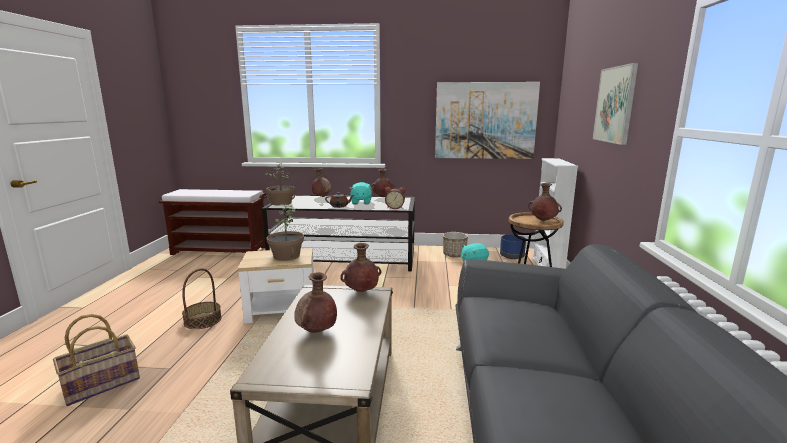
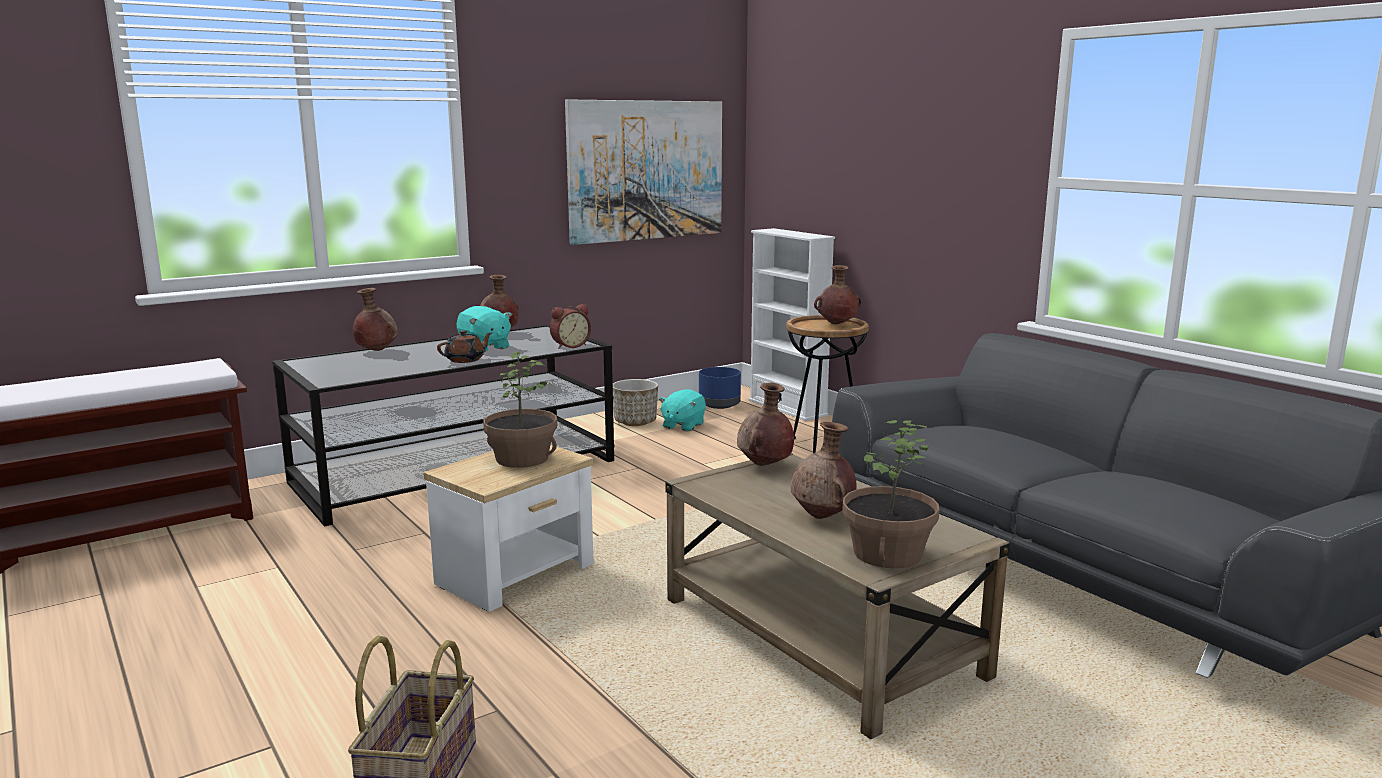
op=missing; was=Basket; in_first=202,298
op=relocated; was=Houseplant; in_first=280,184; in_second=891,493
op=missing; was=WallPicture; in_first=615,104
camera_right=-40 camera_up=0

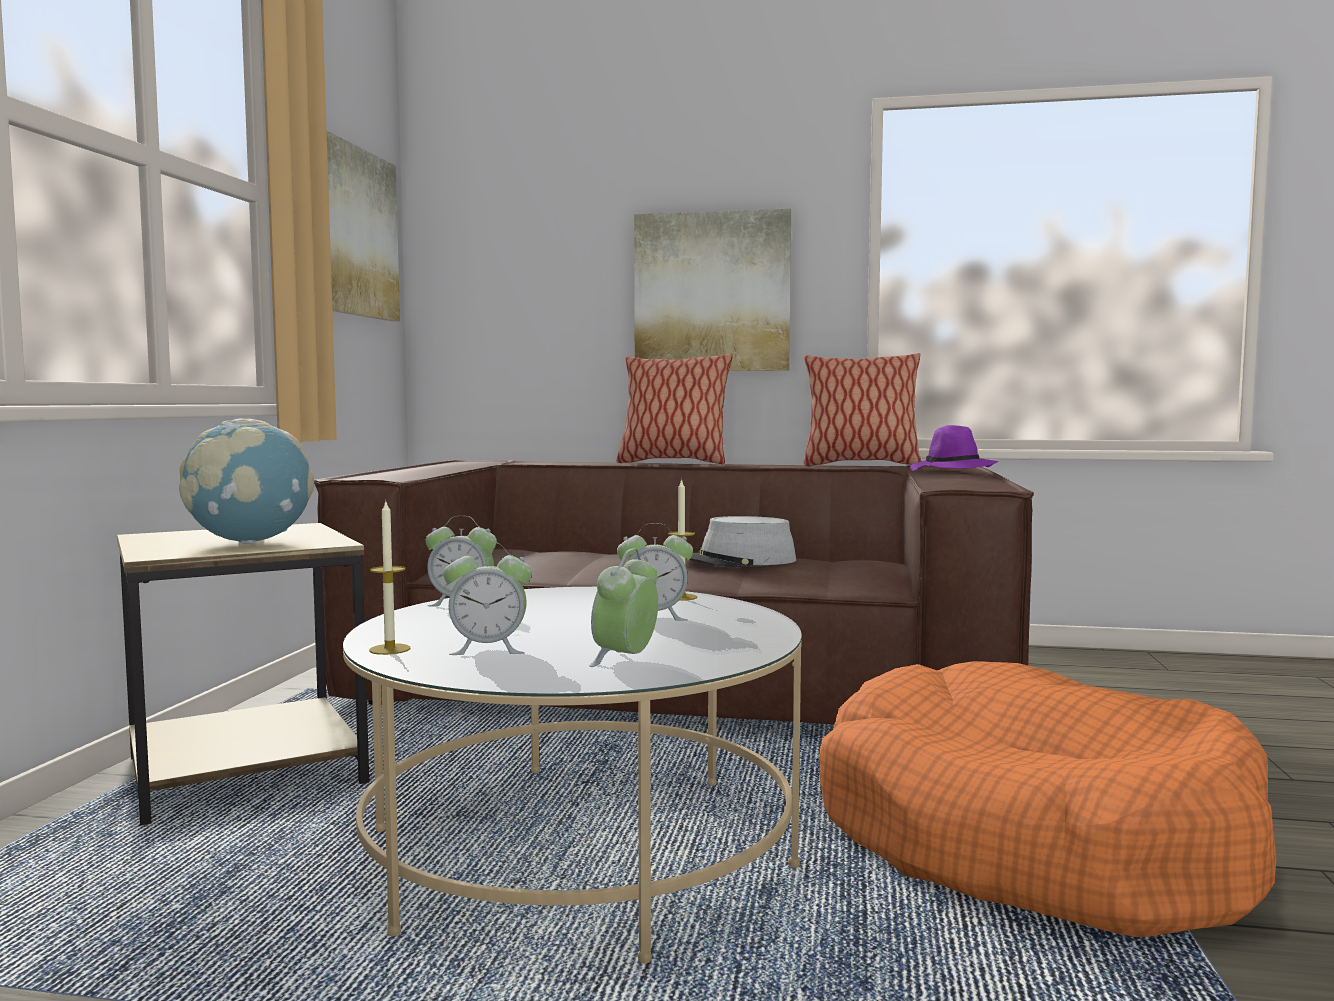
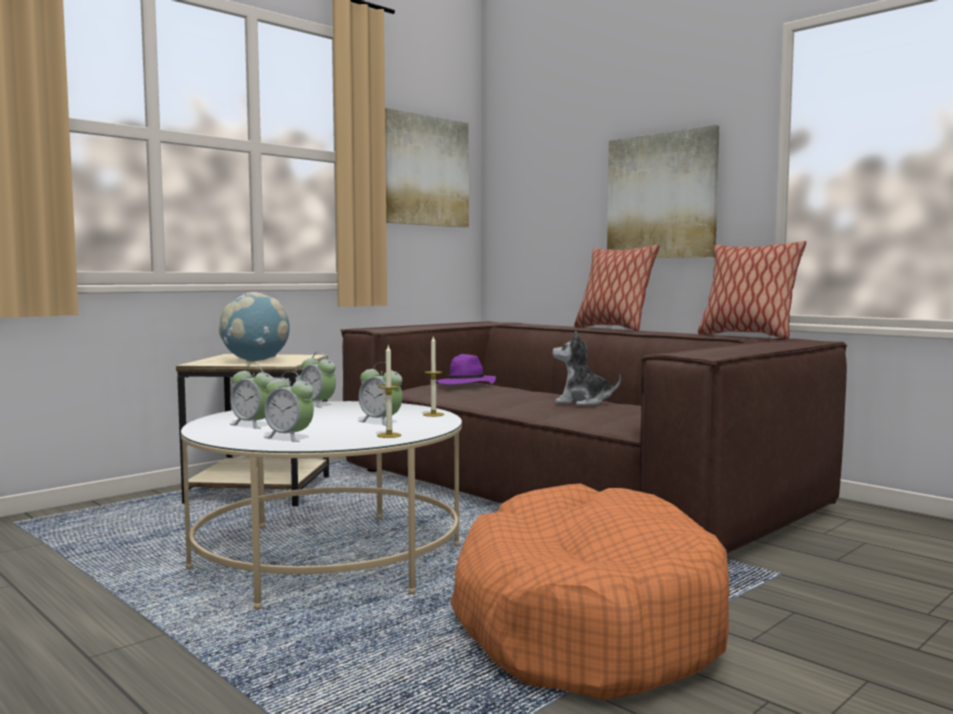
op=relocated; was=Candle; in_first=390,577; in_second=389,392
op=spun; was=BedsideClock; in_first=624,607; in_second=289,406; clockwise=-120
op=exchanged; was=GreyHat; now=SoftToy; in_first=740,542; in_second=587,368
op=relocated; was=PurpleHat; in_first=954,448; in_second=466,369
camera_right=35 camera_up=0

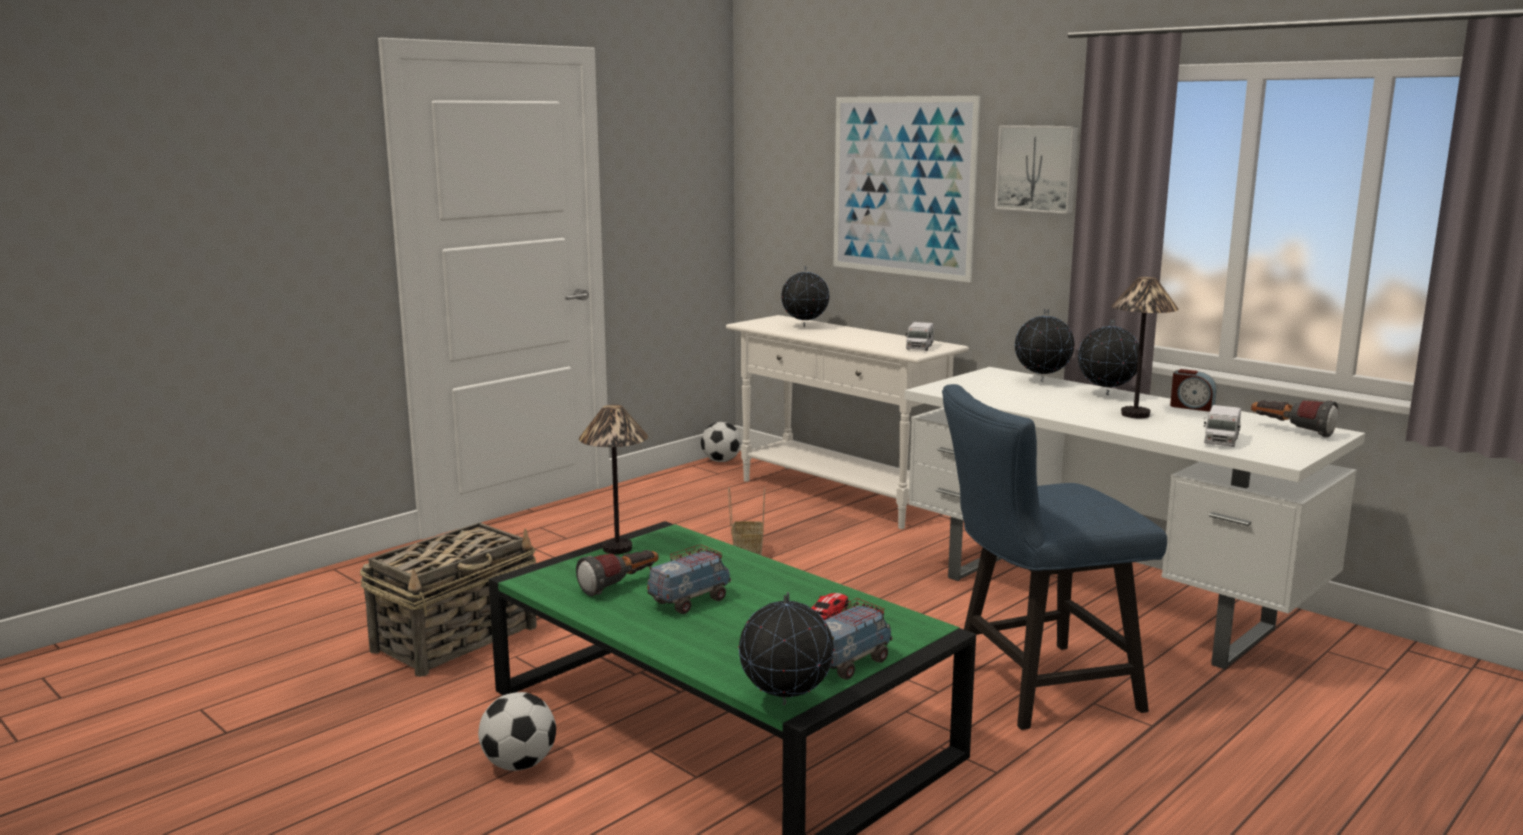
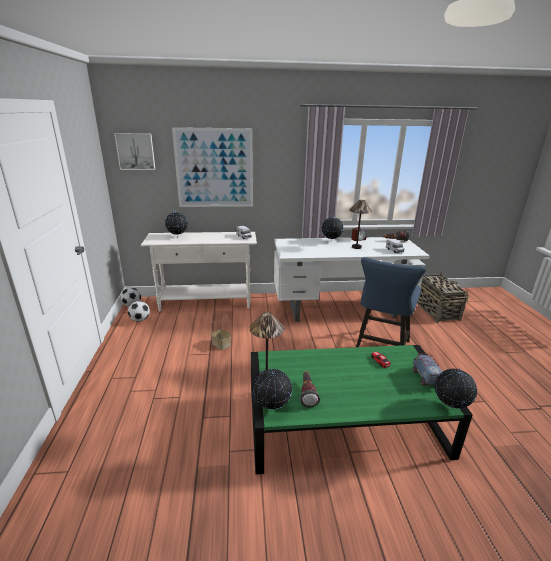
op=relocated; was=Basket; in_first=448,599; in_second=443,297
op=relocated; was=FootballBall; in_first=517,731; in_second=139,311
op=missing; was=ModelTruck; in_first=689,579
op=relocated; was=WallPicture; in_first=1037,169; in_second=134,151
op=relocated; was=Globe; in_first=1045,345; in_second=272,389
camera_right=-50 camera_up=10

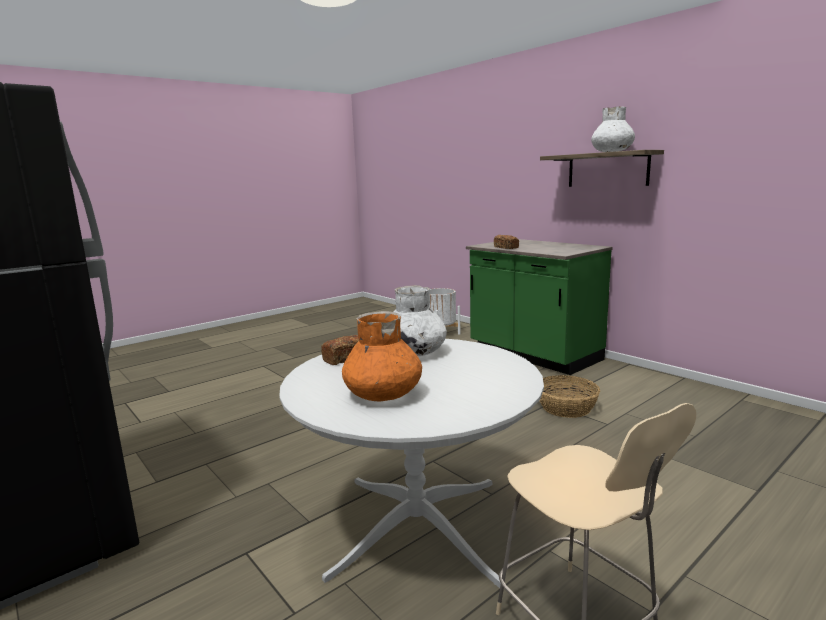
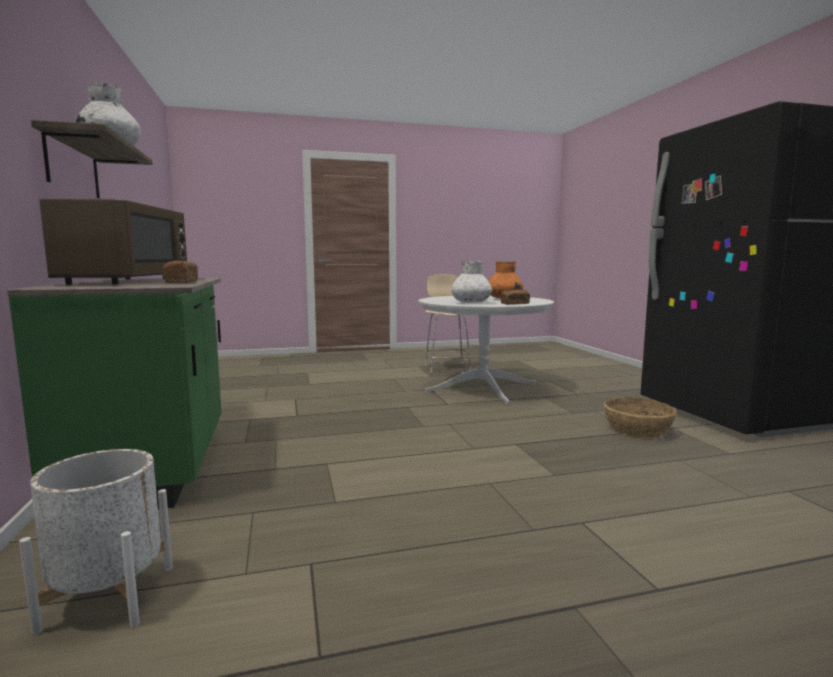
op=relocated; was=Basket; in_first=569,396; in_second=640,418
op=appeared; now=BrownColouredKitchenMicrowave; in_second=113,241
camera_right=-155 camera_up=-5

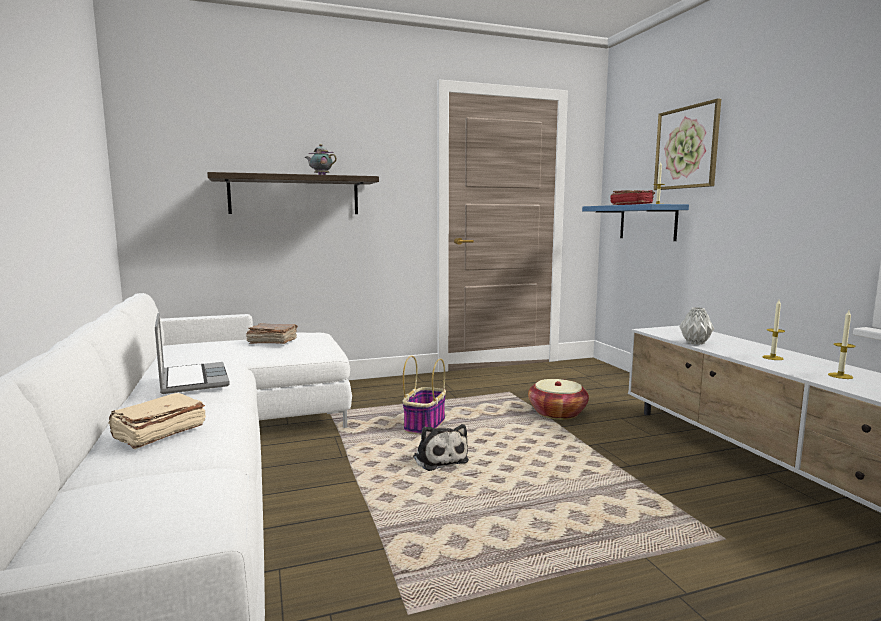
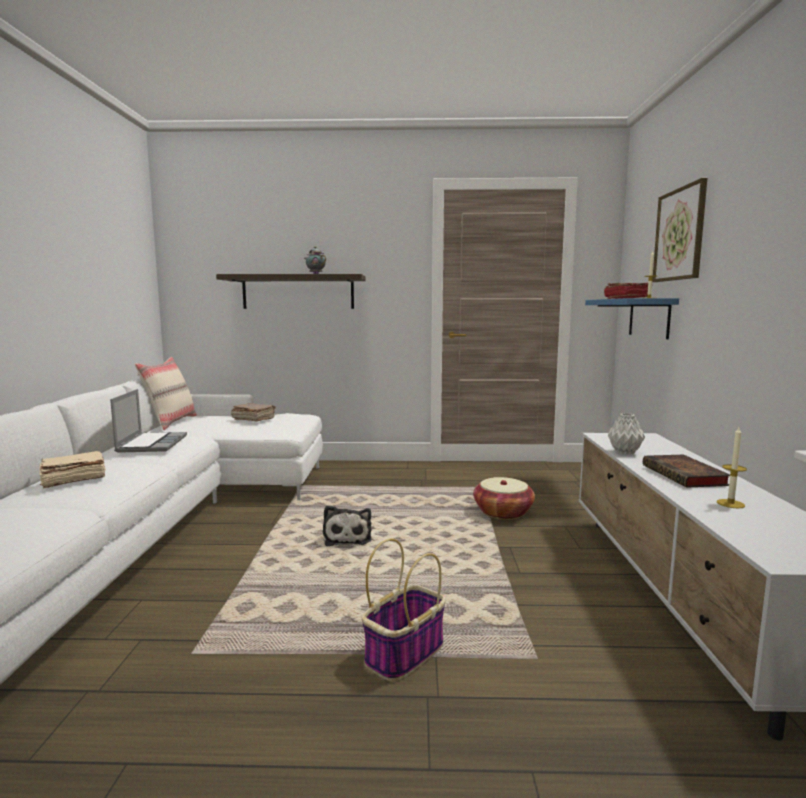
op=relocated; was=Basket; in_first=424,395; in_second=404,609
op=exchanged; was=Candle; now=Book; in_first=773,330; in_second=686,471
op=appeared; now=BeigePillow; in_second=166,393
camera_right=20 camera_up=0

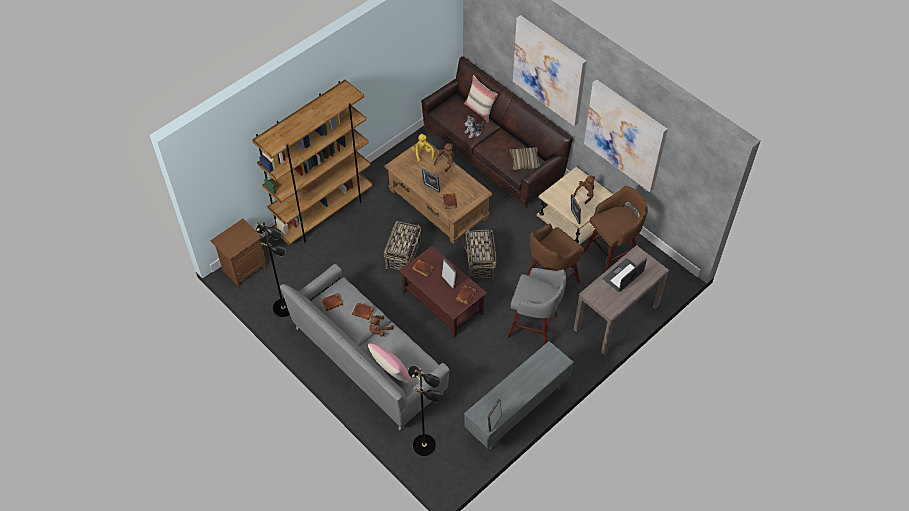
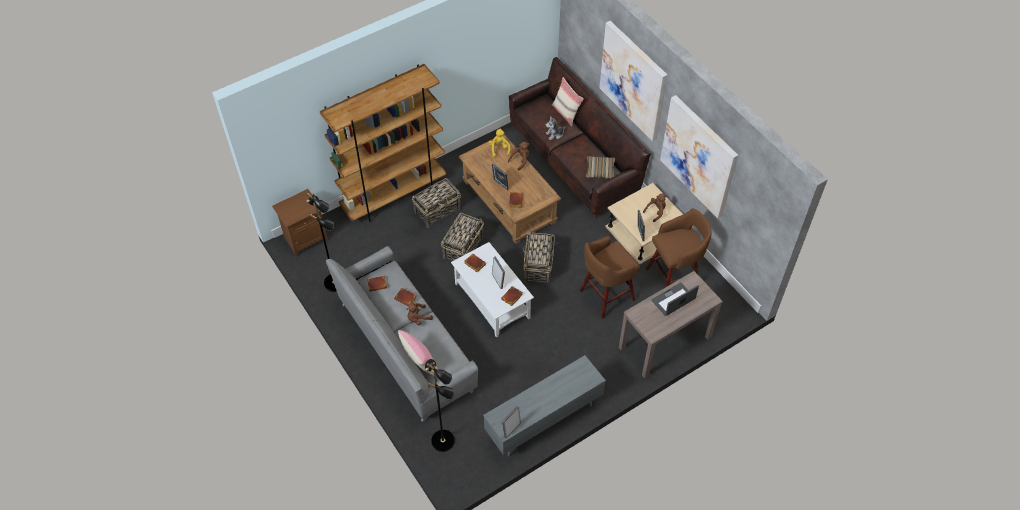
op=colour; was=BrownColouredLoungeTable; now=WhiteColouredLoungeTable; in_first=443,292; in_second=492,290
op=missing; was=GreyStool; in_first=537,306
op=appeared; now=Basket; in_second=436,203
camera_right=10 camera_up=0

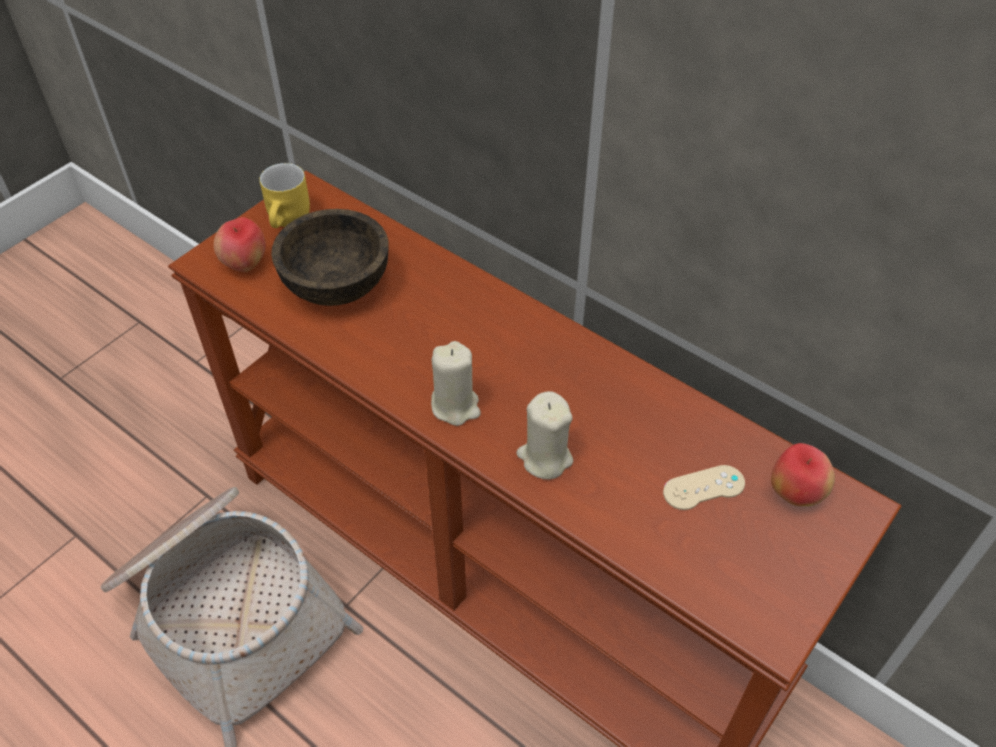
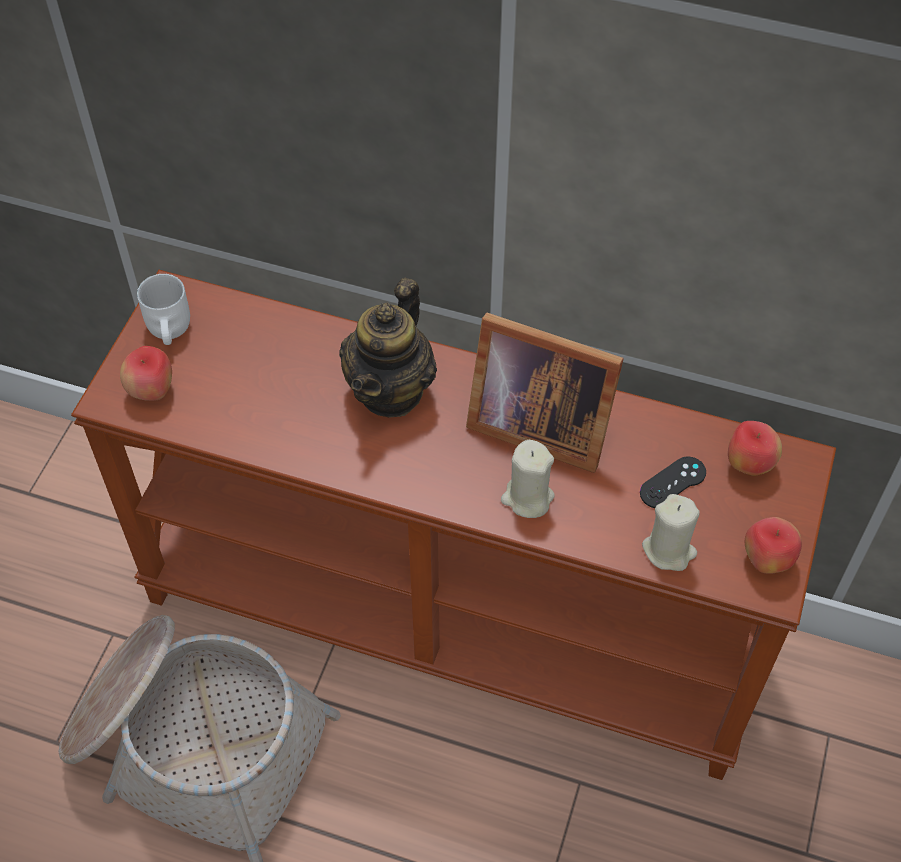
op=colour; was=YellowishCoffeeMug; now=WhiteColouredCoffeeMug; in_first=284,195; in_second=163,309
op=missing; was=BrownColouredBowl; in_first=330,257
op=relocated; was=BeigeCandle; in_first=456,383; in_second=670,532
op=colour; was=BeigeJoypad; now=BlackColouredJoypad; in_first=704,487; in_second=673,482
op=appeared; now=TeaPot; in_second=388,348
op=appeared; now=PictureFrame; in_second=545,392
op=appeared; now=AppleFruit; in_second=773,545
camera_right=-20 camera_up=5

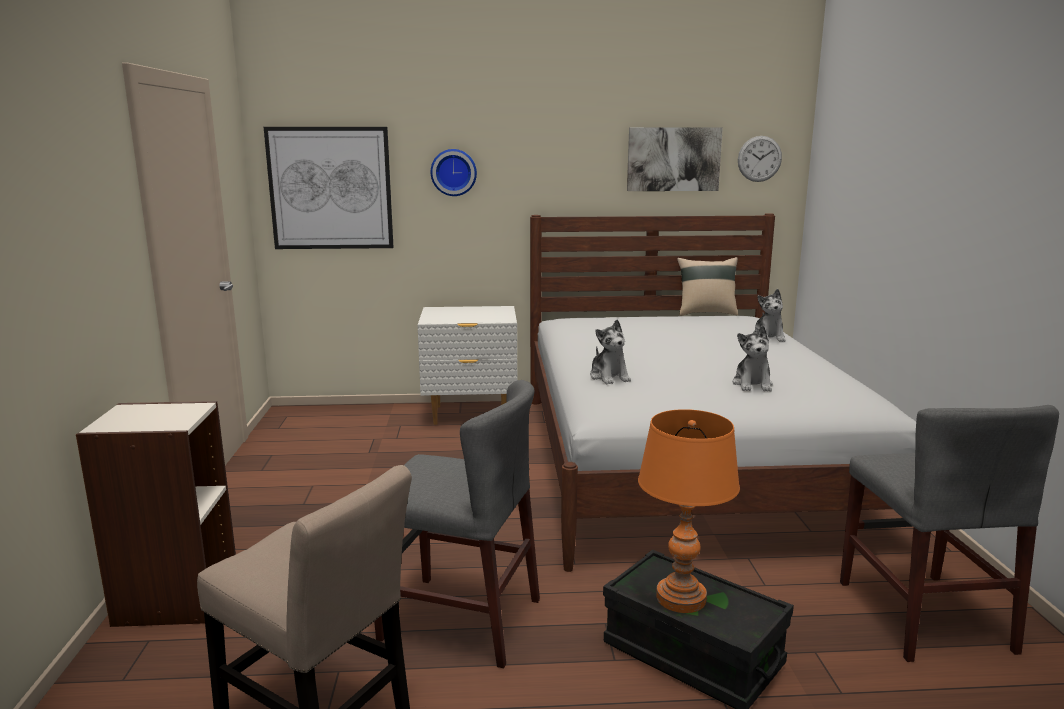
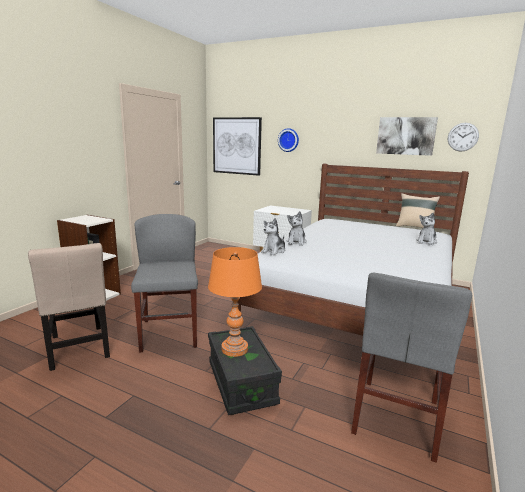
op=spun; was=GreyUprightChair; in_first=457,524; in_second=164,283; clockwise=-150
op=relocated; was=SoftToy; in_first=752,359; in_second=273,236
camera_right=30 camera_up=0

